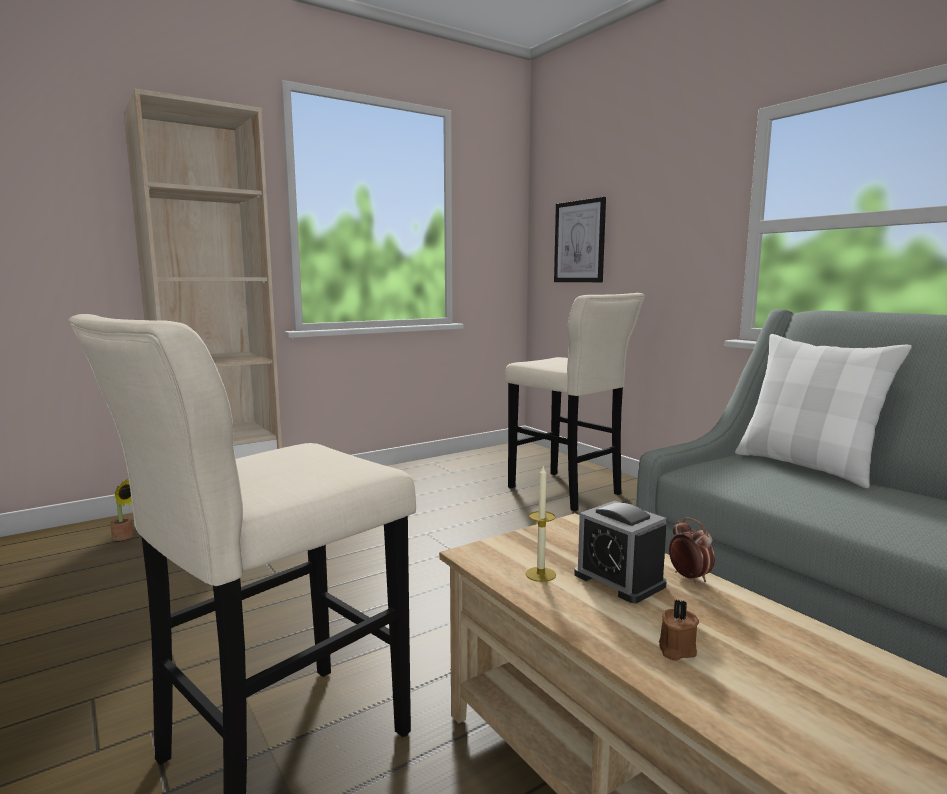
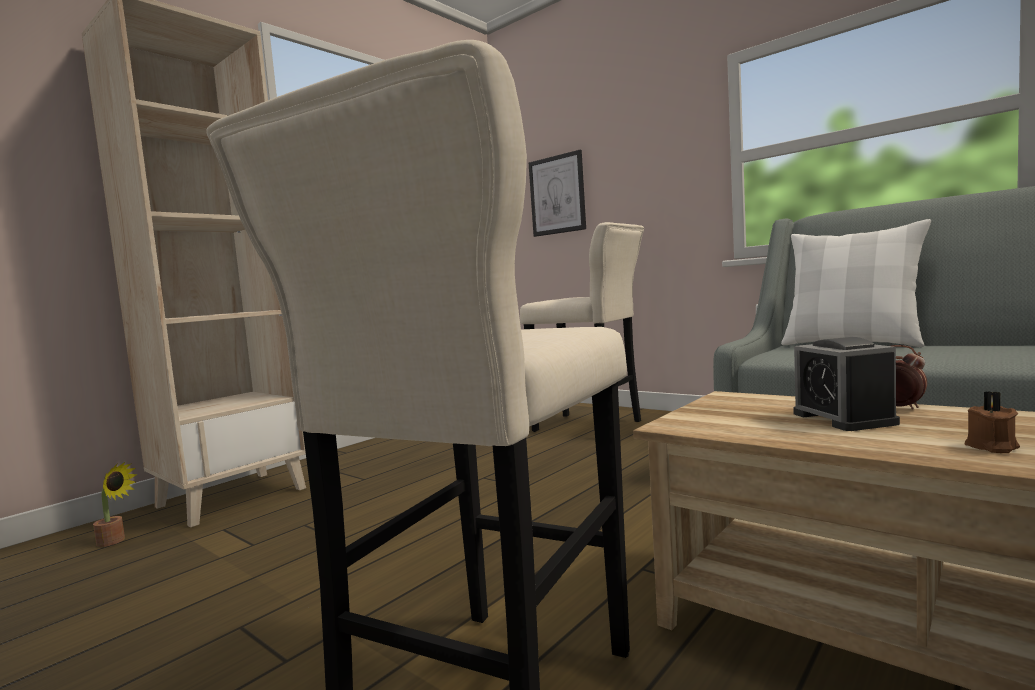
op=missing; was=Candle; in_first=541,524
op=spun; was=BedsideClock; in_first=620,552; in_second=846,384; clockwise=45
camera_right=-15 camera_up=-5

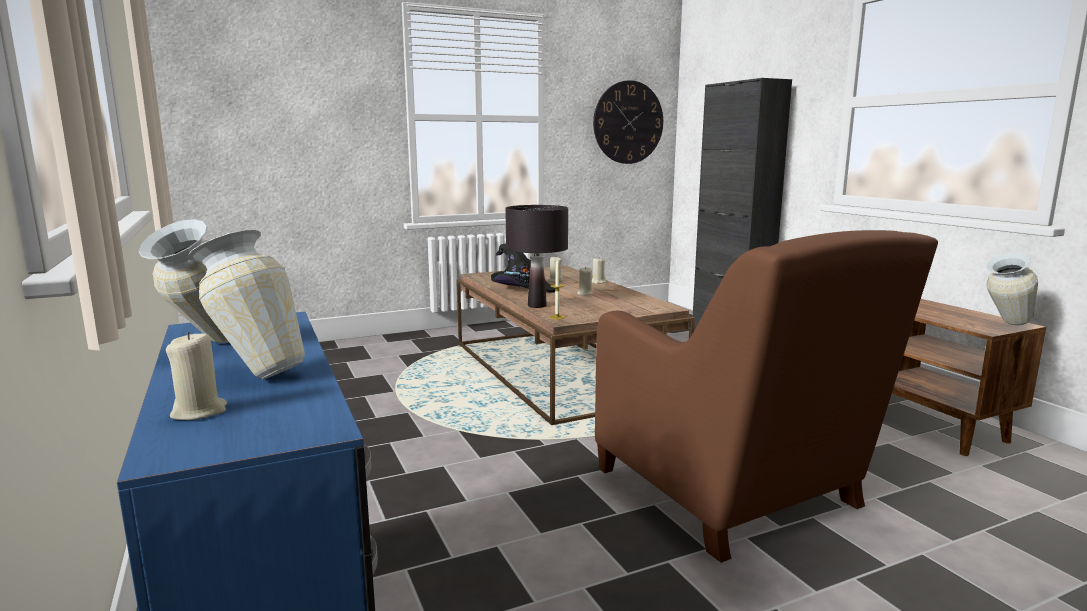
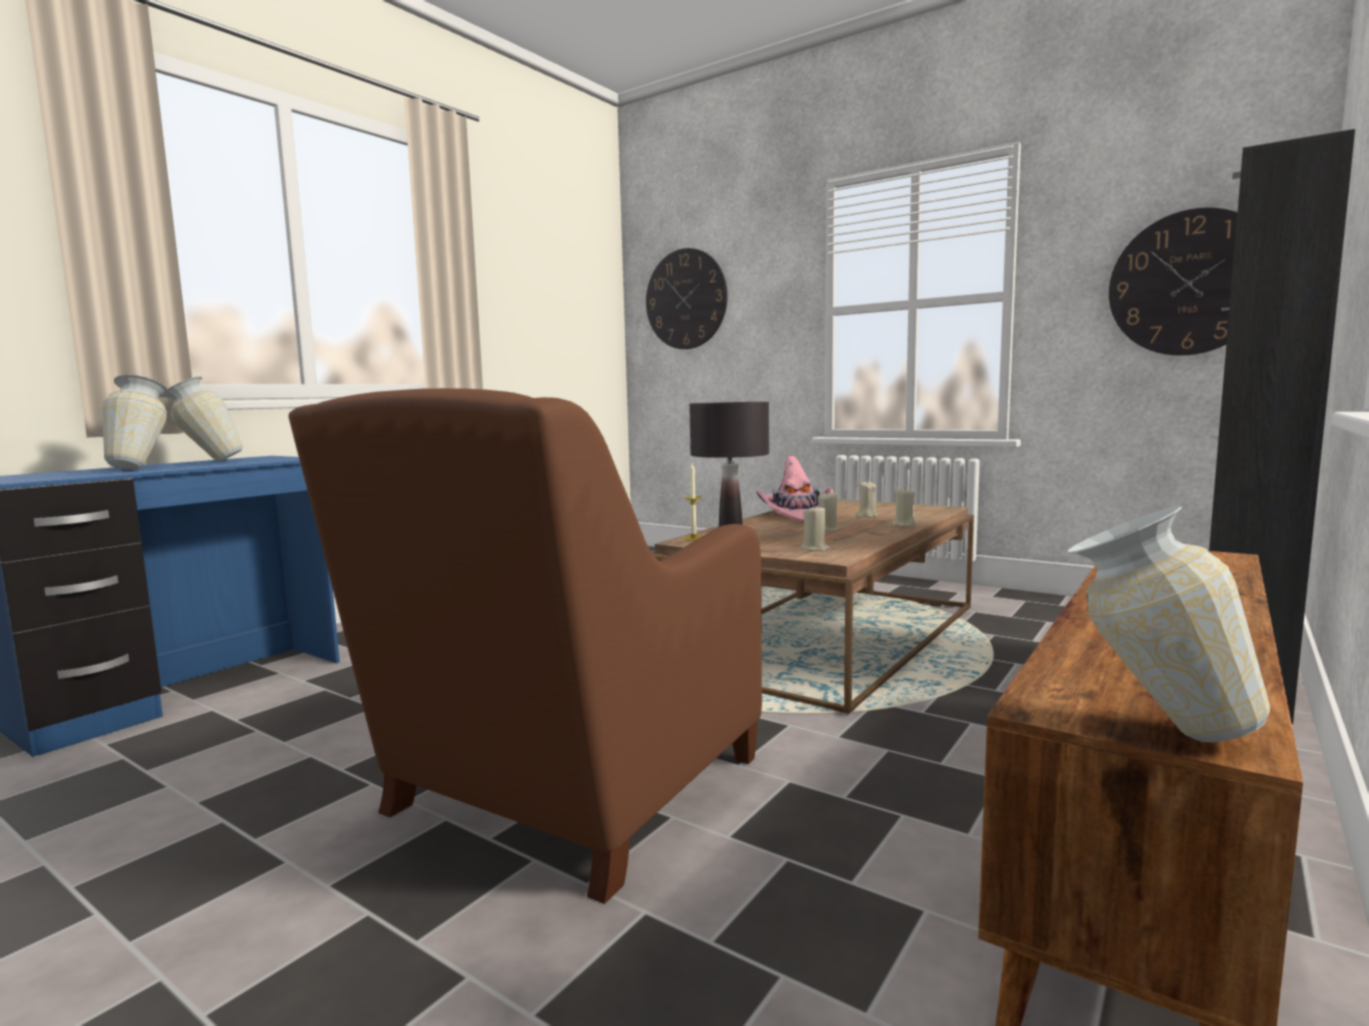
op=relocated; was=BeigeCandle; in_first=196,375; in_second=815,528
op=colour; was=BlackColouredHat; now=PinkHat; in_first=523,268; in_second=794,489
op=appeared; now=WallClock; in_second=687,298
camera_right=60 camera_up=-5

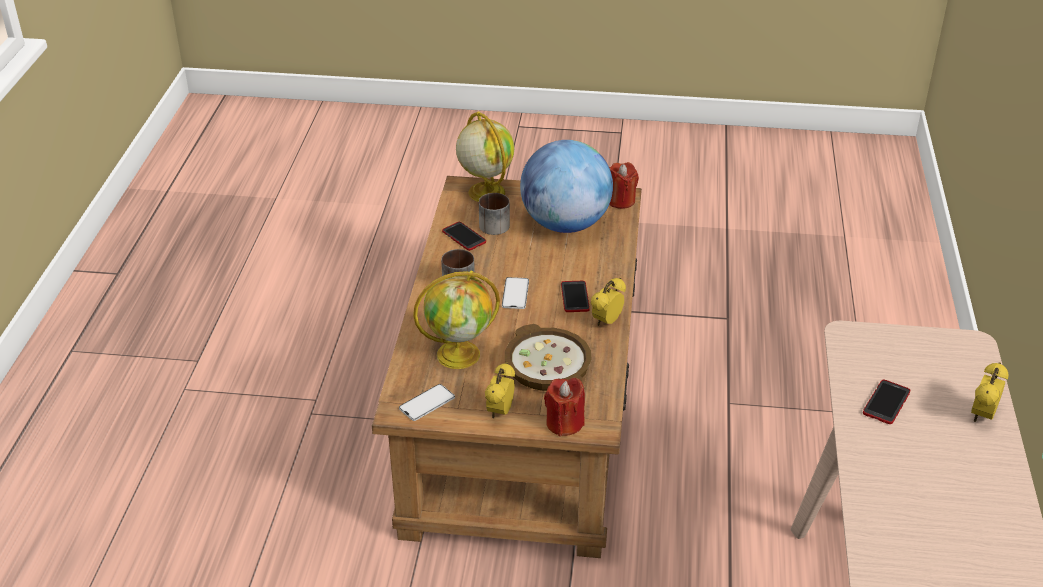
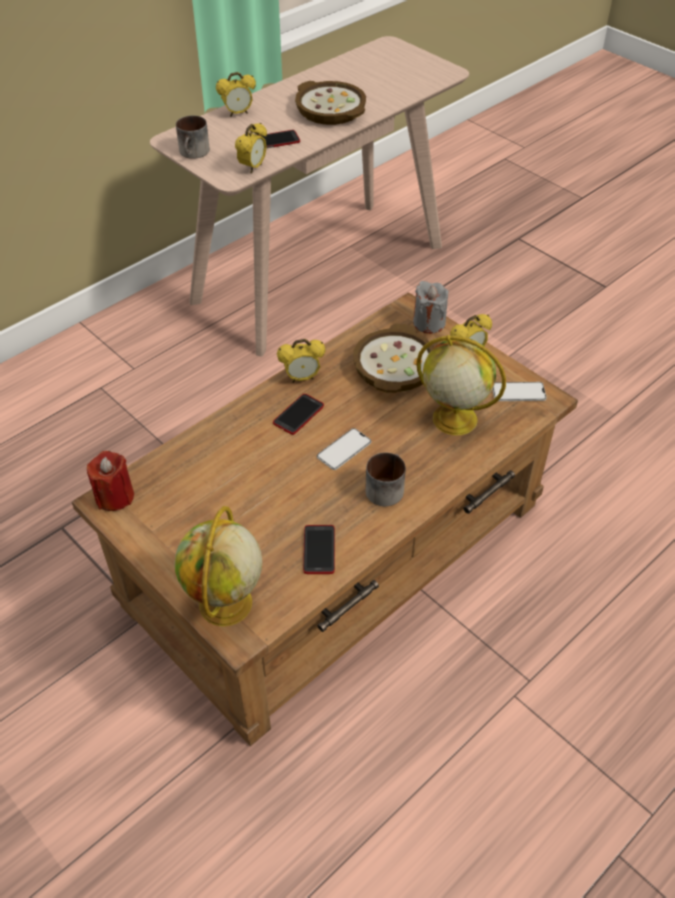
op=relocated; was=CoffeeMug; in_first=494,214; in_second=193,137
op=missing; was=Globe; in_first=566,186
op=colour; was=ReddishCandle; now=GreyCandle; in_first=564,407; in_second=430,307
op=appeared; now=BedsideClock; in_second=251,148
op=appeared; now=Bowl; in_second=330,103
camera_right=-140 camera_up=10

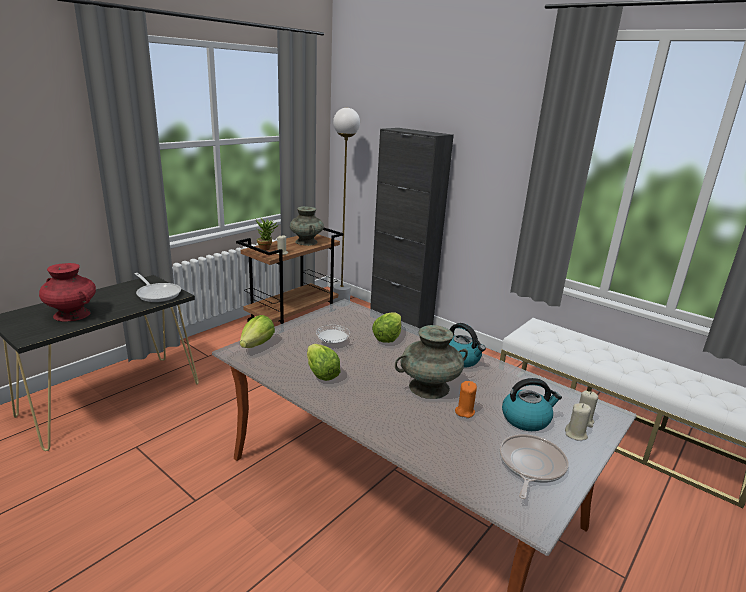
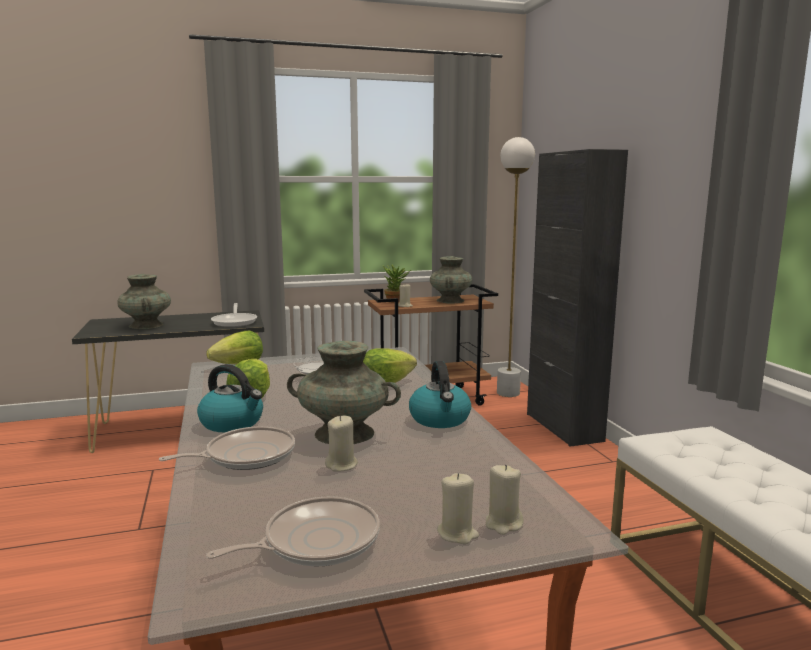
op=colour; was=ReddishVase; now=BlueGreenVase; in_first=67,292; in_second=144,301
op=colour; was=OrangeyCandle; now=BeigeCandle; in_first=466,399; in_second=341,443
op=relocated; was=Kettle; in_first=532,404; in_second=230,398
op=appeared; now=Skillet; in_second=227,448
camera_right=35 camera_up=-10

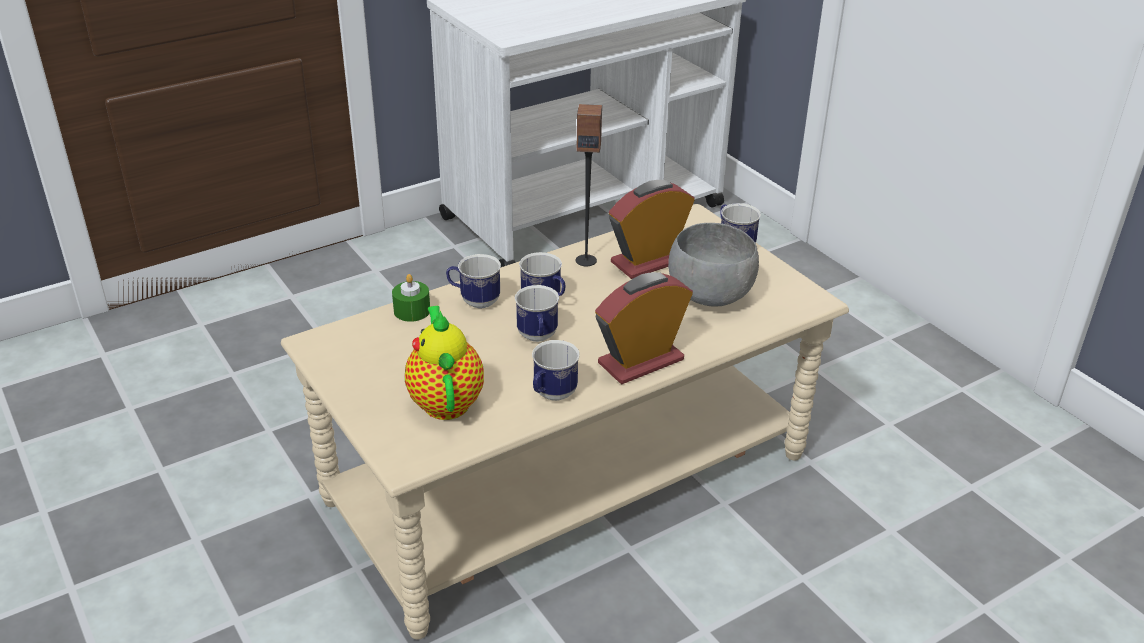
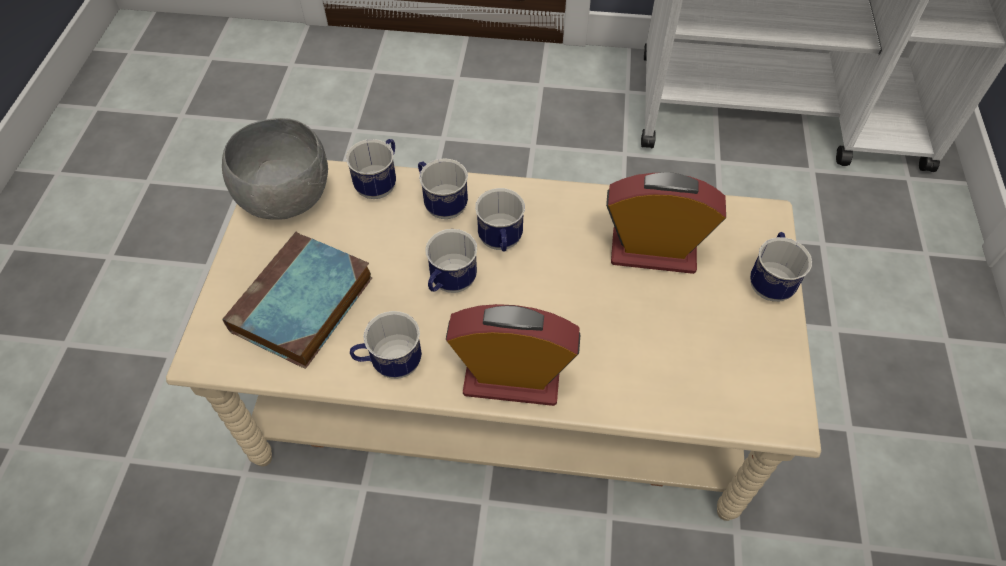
op=exchanged; was=GreenCandle; now=CoffeeMug; in_first=411,298; in_second=371,169
op=exchanged; was=TeaPot; now=Book; in_first=444,363; in_second=297,300
op=missing; was=Speaker; in_first=589,185
op=relocated; was=GreyBowl; in_first=713,264; in_second=275,169
camera_right=40 camera_up=20

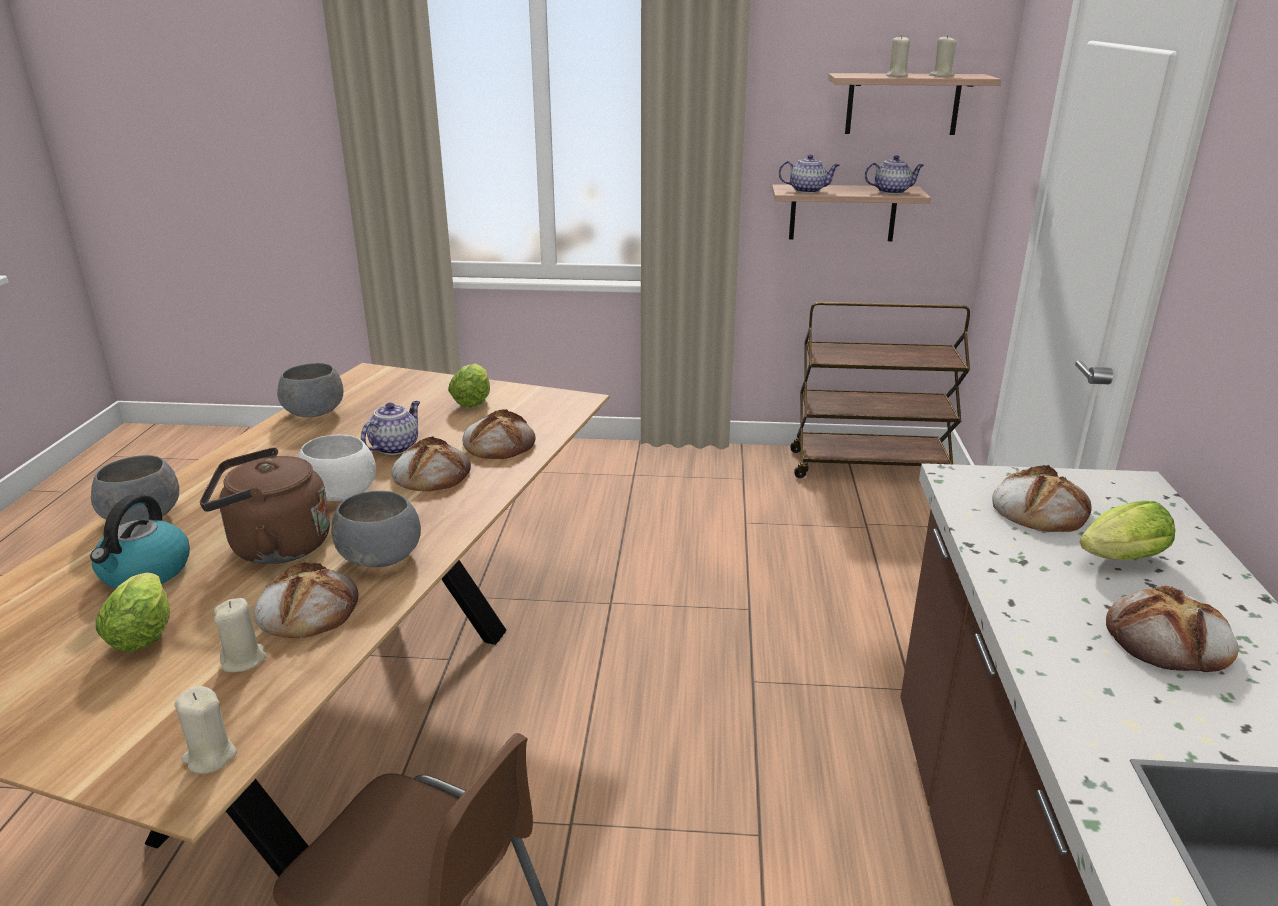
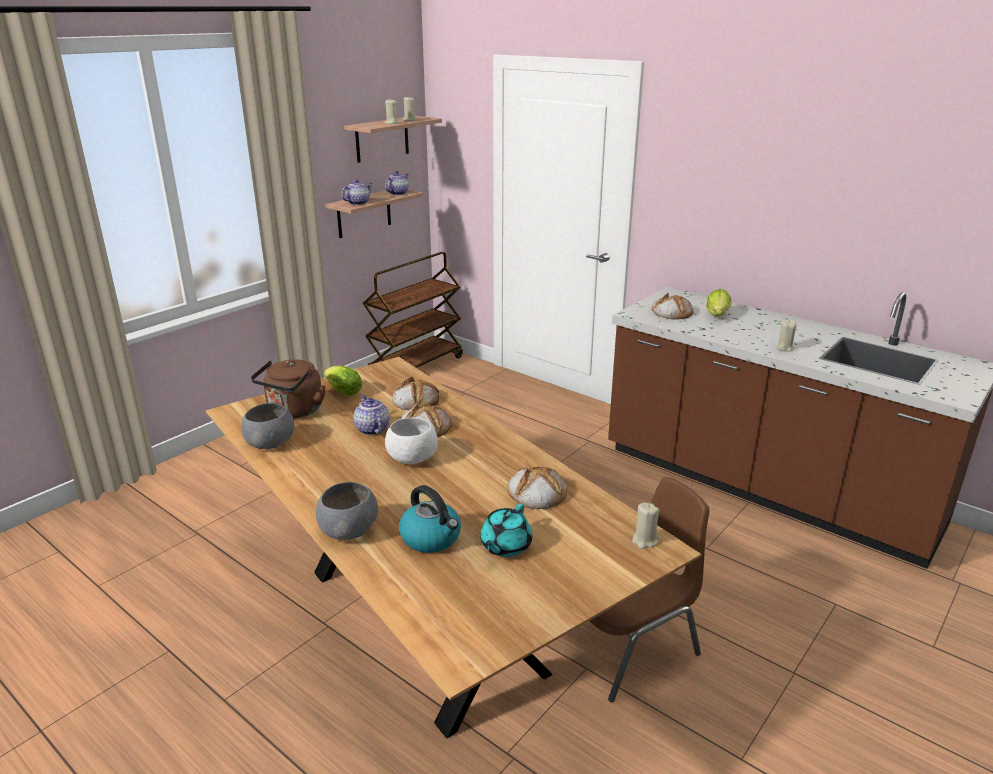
op=exchanged; was=LettuceHead; now=BlueGreenTeaPot; in_first=133,612; in_second=506,530
op=relocated; was=BrownColouredKettle; in_first=265,505; in_second=288,389
op=relocated; was=BeigeCandle; in_first=240,635; in_second=785,335
op=missing; was=GreyBowl; in_first=376,529
op=missing; was=BakedBread; in_first=1172,628
camera_right=-55 camera_up=0

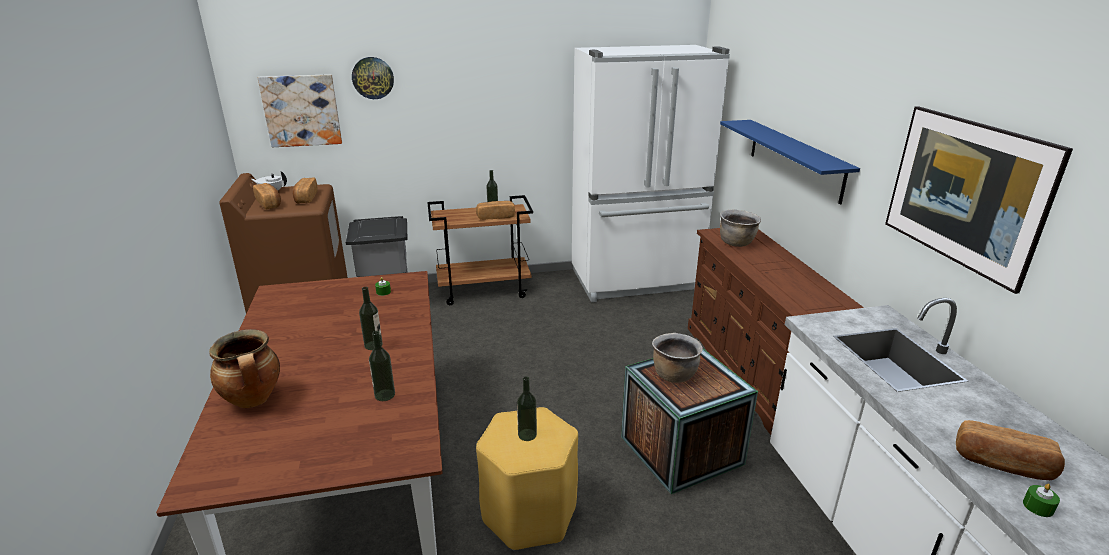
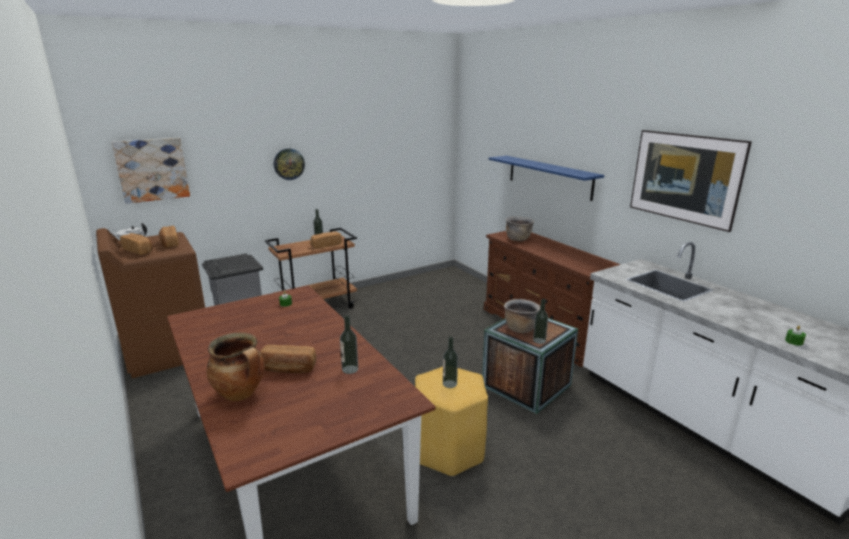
op=relocated; was=WallClock; in_first=373,78; in_second=289,164
op=relocated; was=Bottle; in_first=371,318; in_second=540,321
op=missing; was=WhiteColouredFridge; in_first=651,173
op=relocated; was=BakedBread; in_first=1010,450; in_second=288,359
camera_right=-20 camera_up=-5

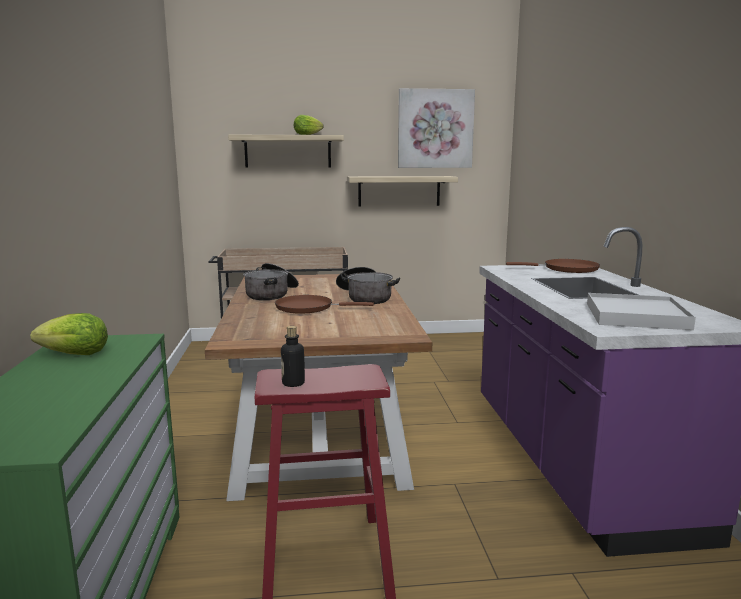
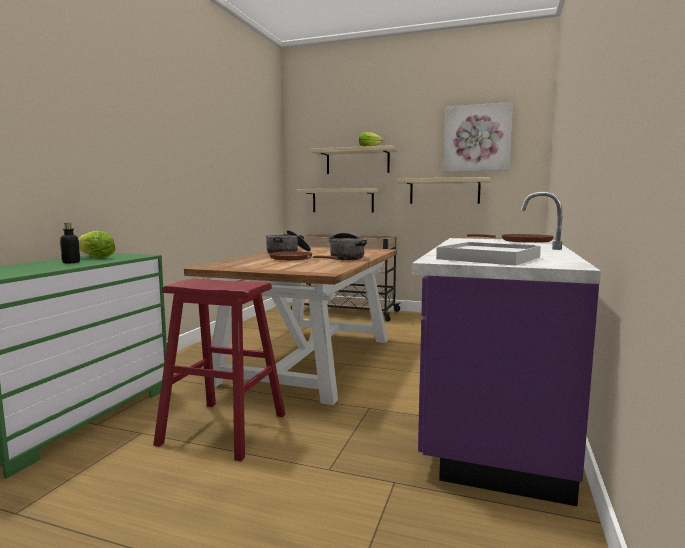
op=relocated; was=Bottle; in_first=293,356; in_second=70,243
op=appeared; now=BracketShelf; in_second=339,200
camera_right=25 camera_up=-5

